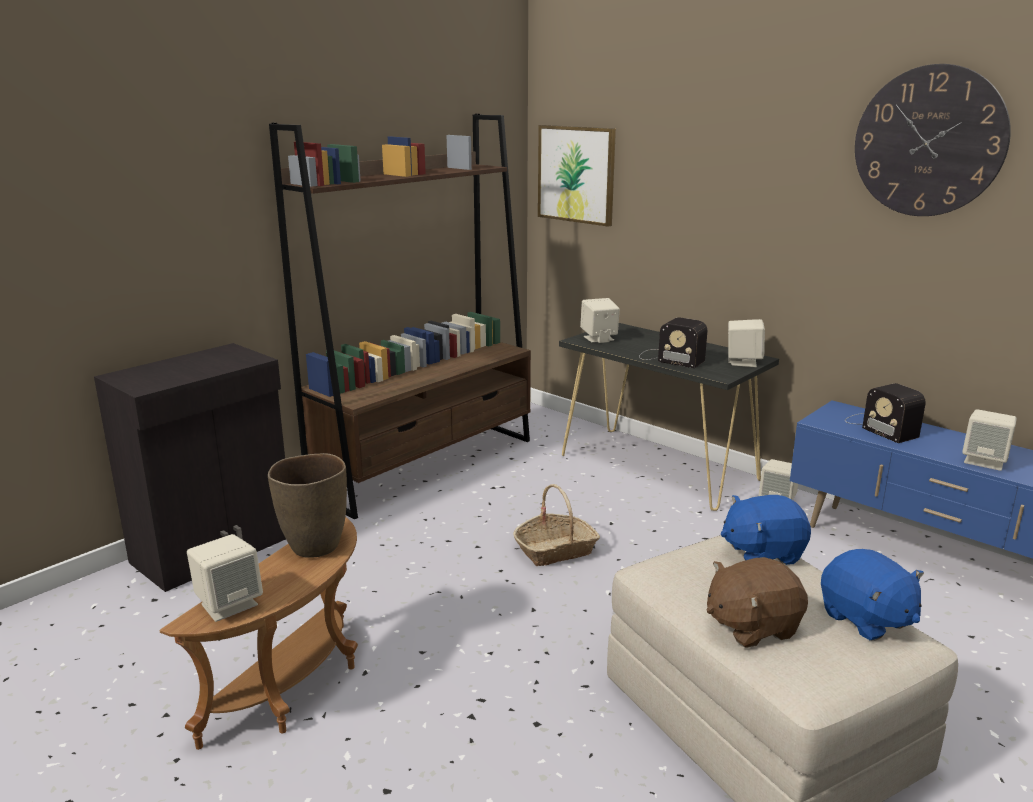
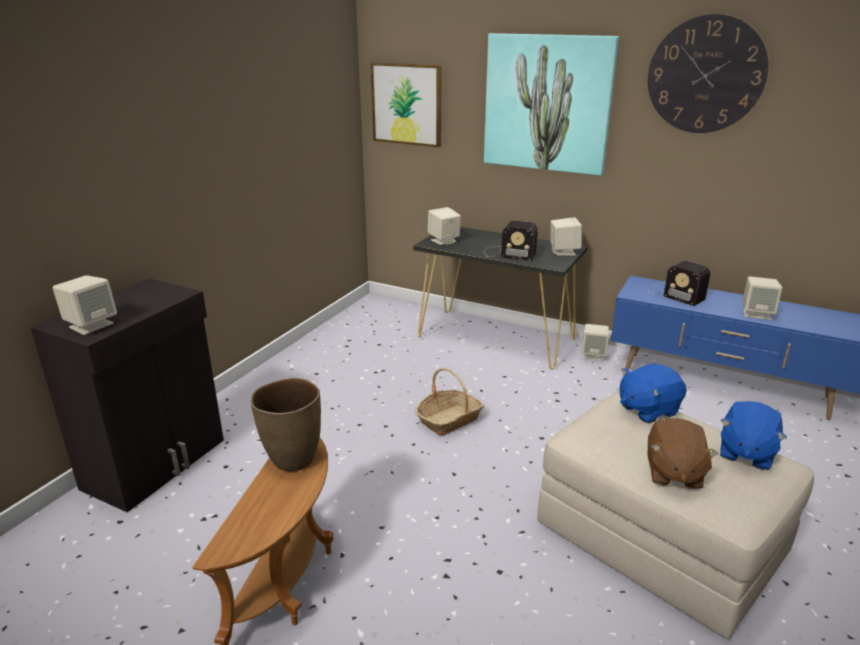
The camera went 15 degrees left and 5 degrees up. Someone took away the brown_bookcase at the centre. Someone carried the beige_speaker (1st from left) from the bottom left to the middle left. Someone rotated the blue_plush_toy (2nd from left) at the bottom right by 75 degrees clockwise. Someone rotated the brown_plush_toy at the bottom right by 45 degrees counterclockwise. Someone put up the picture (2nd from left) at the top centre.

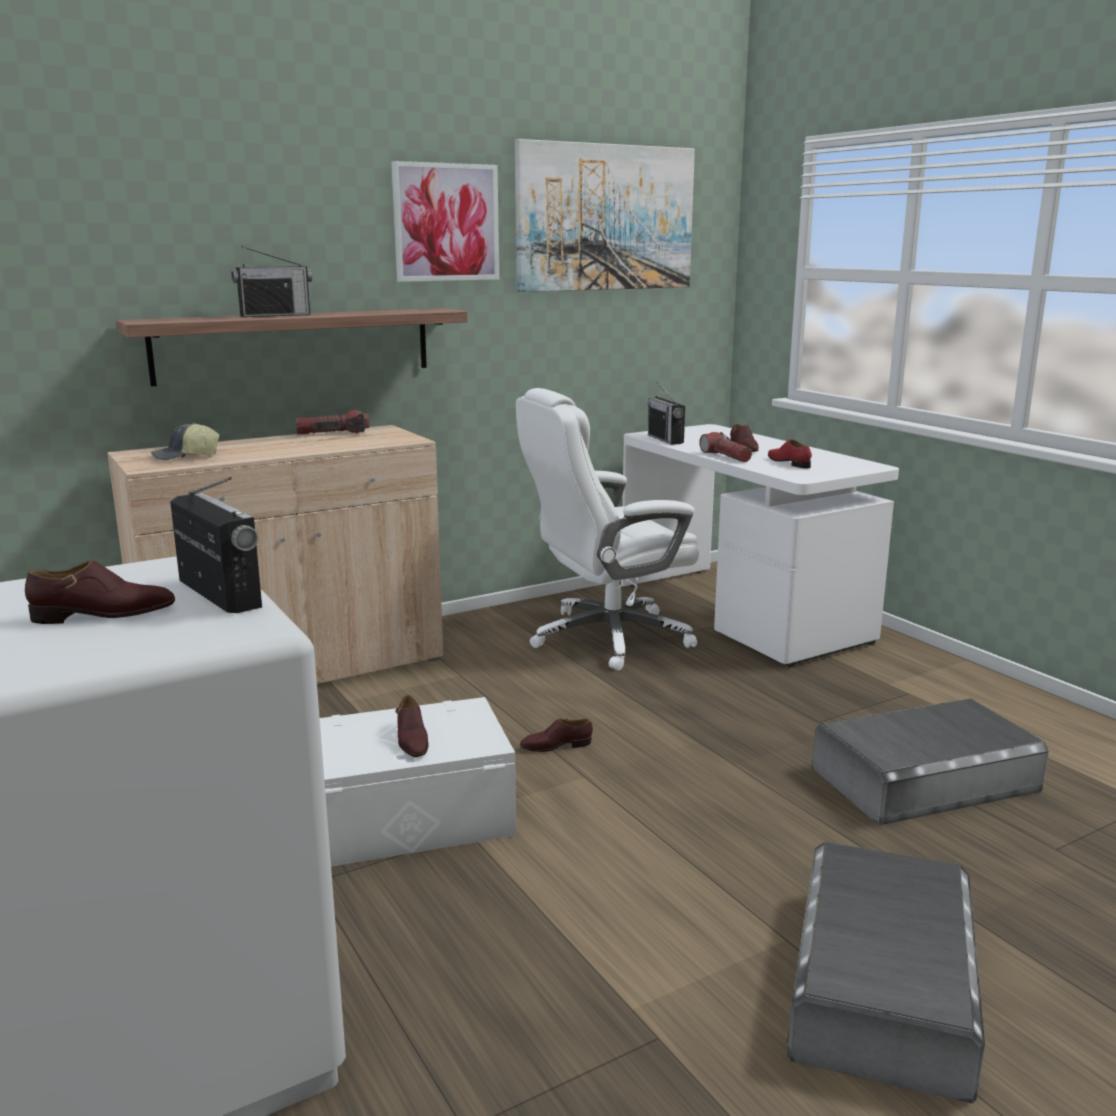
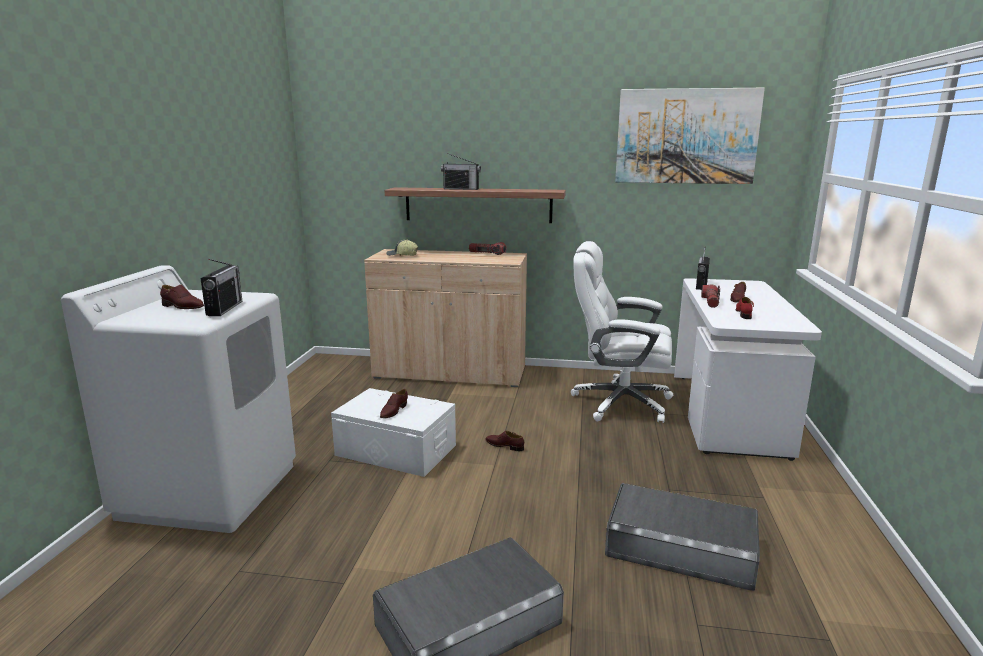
The camera went 40 degrees right and 0 degrees up. Someone took away the picture (1st from left) at the top centre.

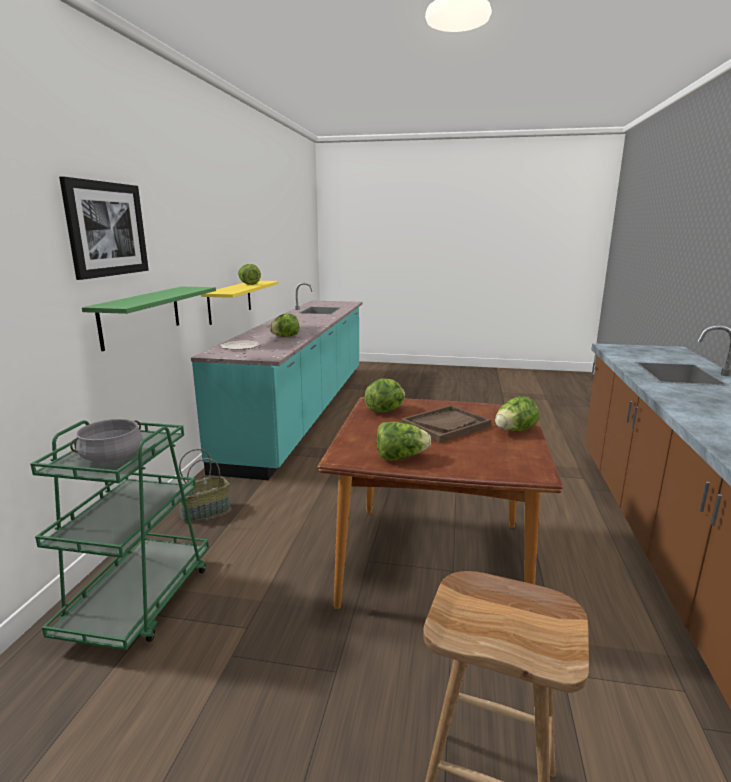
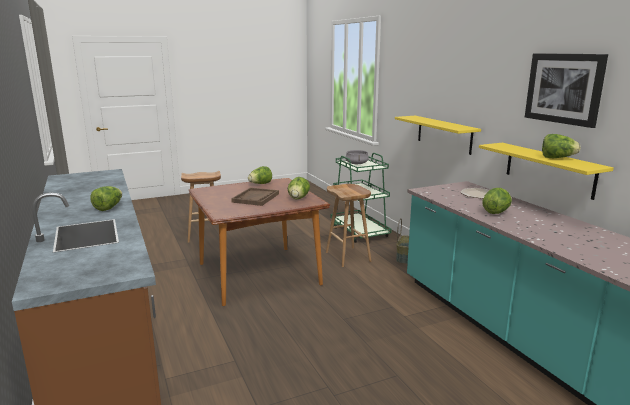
The camera went 145 degrees right and 0 degrees up. Someone carried the picture from the top left to the top right. Someone repainted the green_shelf at the middle left, which became the yellow_shelf (1st from left) at the middle right. Someone carried the lettuce (5th from left in the first image) from the middle right to the middle left. Someone put down the brown_stool (2nd from left) at the centre.

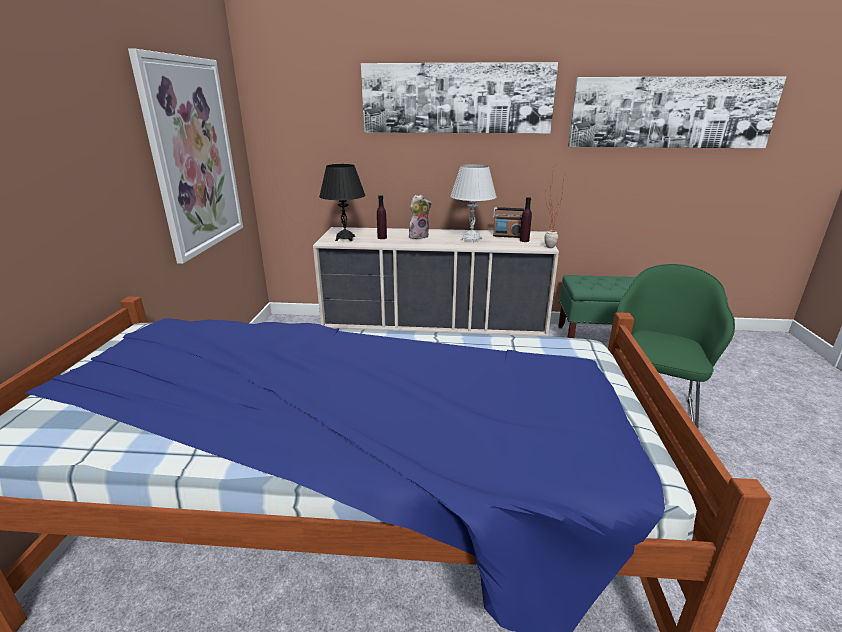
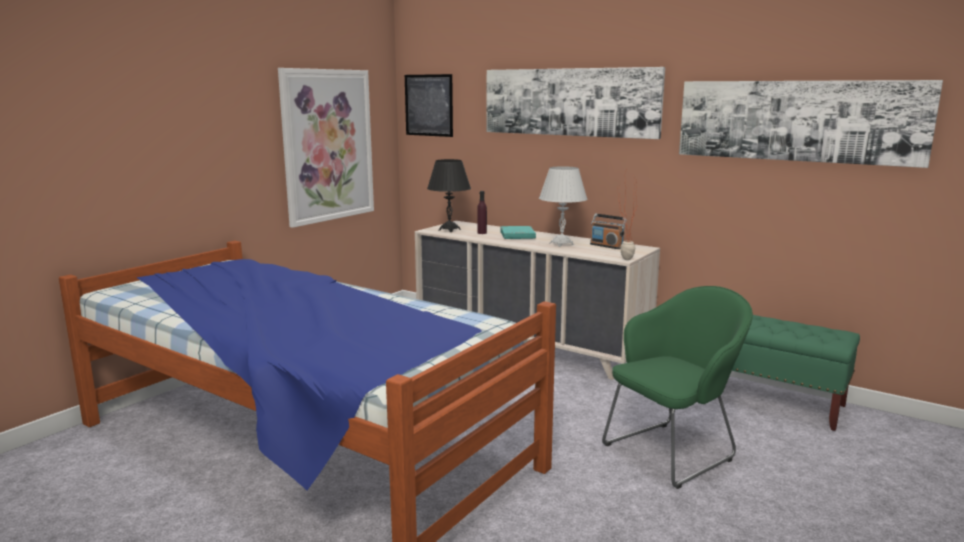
The camera went 30 degrees right and 10 degrees down. Someone swapped the plush_toy at the centre for the turquoise_book at the centre. Someone took away the purple_bottle (2nd from left) at the centre. Someone put up the picture (2nd from left) at the top centre.

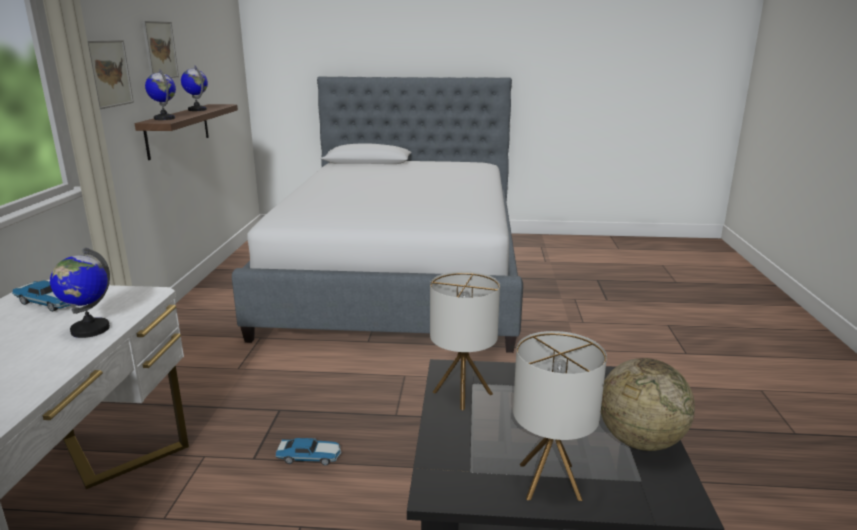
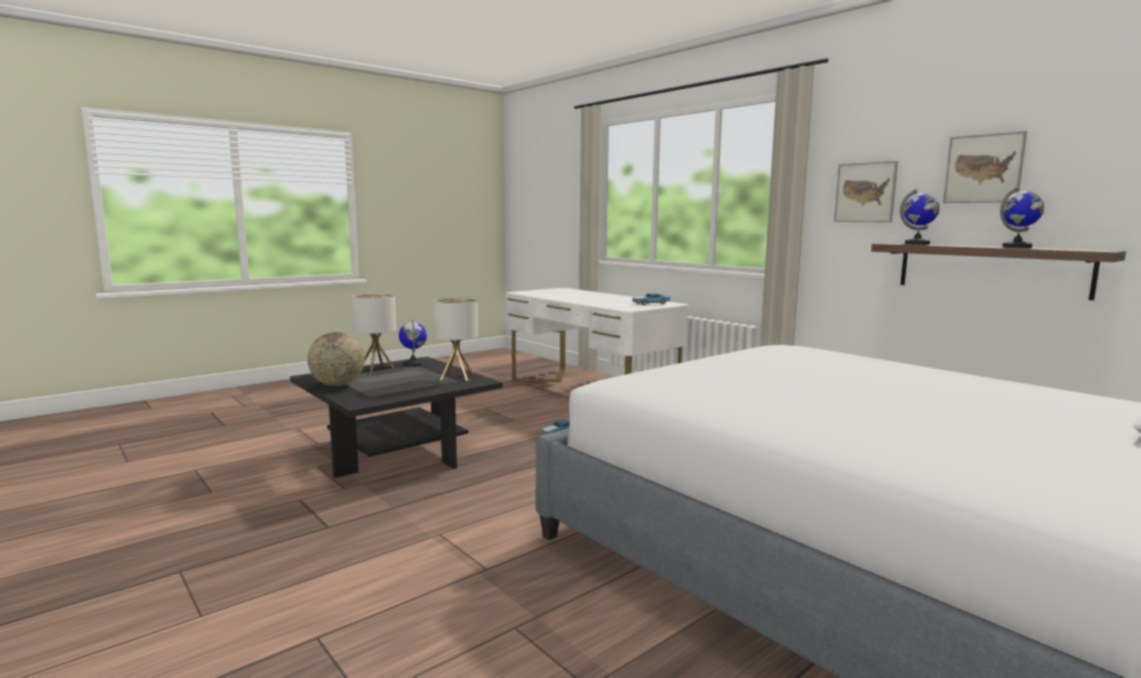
The camera went 135 degrees right and 10 degrees down. Someone carried the globe (1st from left in the first image) from the middle left to the centre.

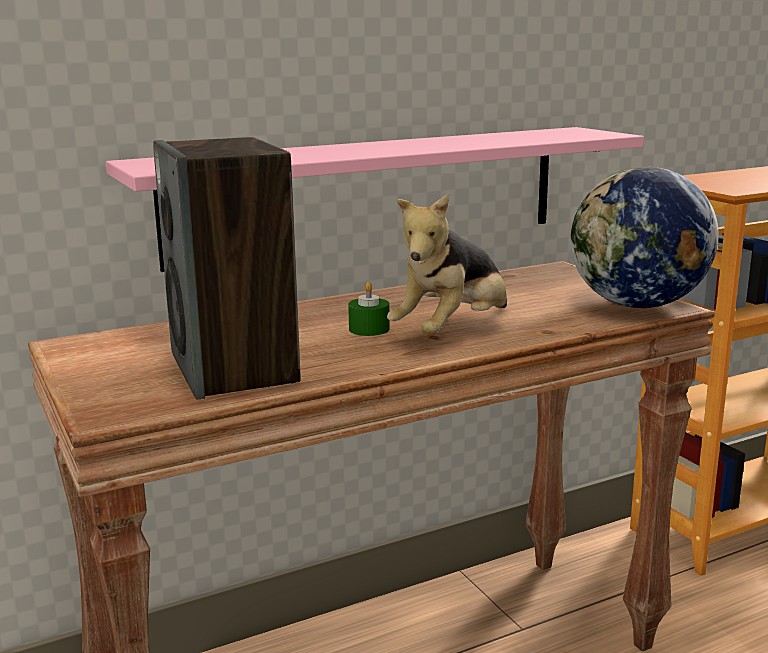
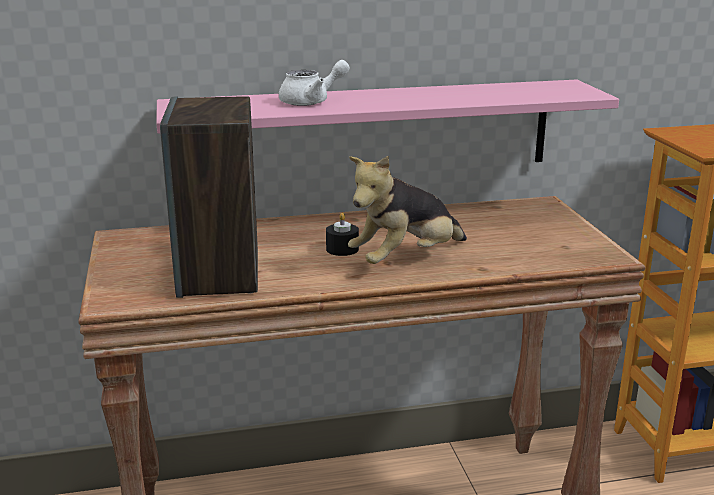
The camera went 15 degrees right and 5 degrees up. Someone took away the globe at the middle right. Someone repainted the green_candle at the centre, which became the black_candle at the centre. Someone put down the white_teapot at the top centre.

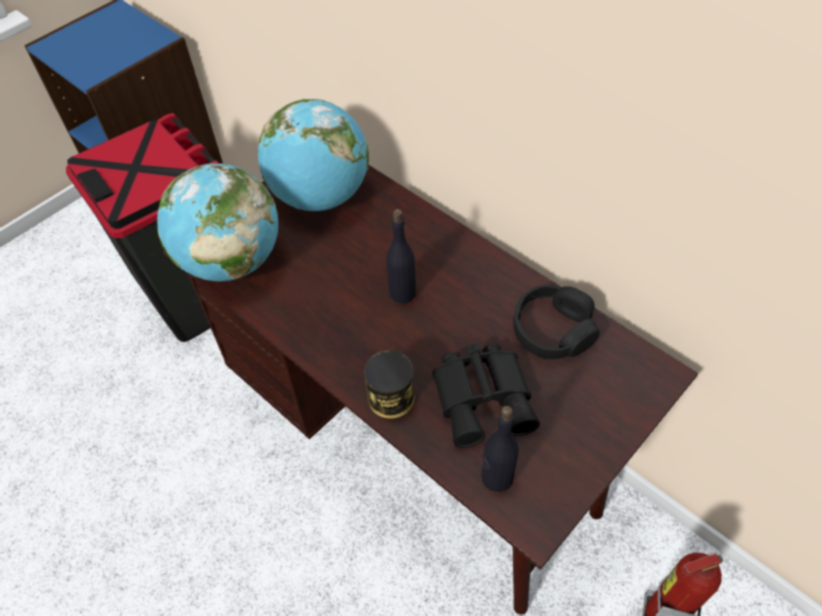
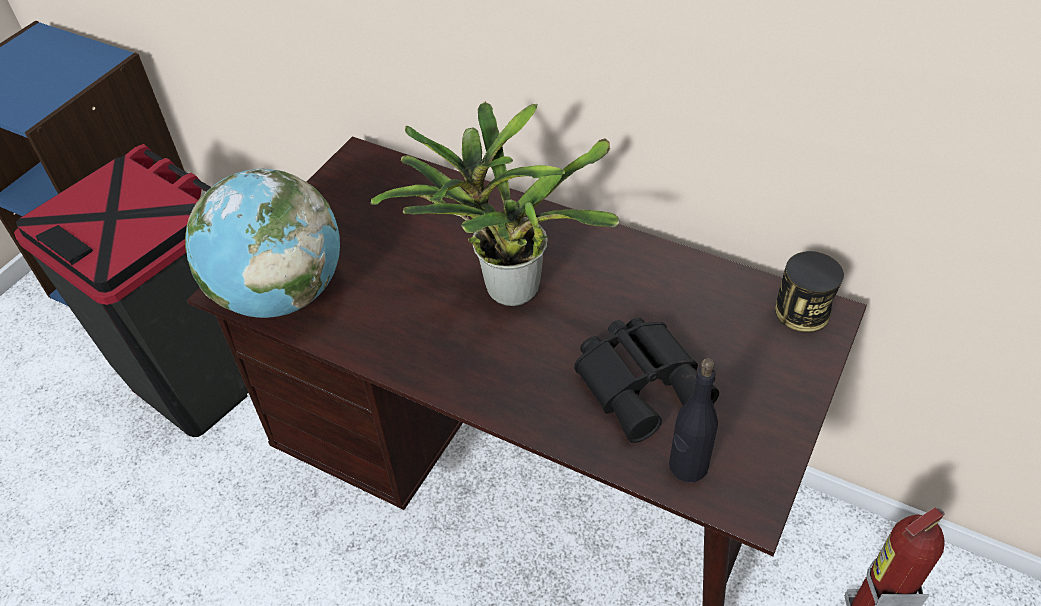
The camera went 15 degrees left and 5 degrees down. Someone took away the globe (2nd from left) at the top centre. Someone swapped the black_bottle (1st from left) at the centre for the potted_plant at the centre. Someone took away the black_headphones at the middle right. Someone carried the can from the centre to the middle right.

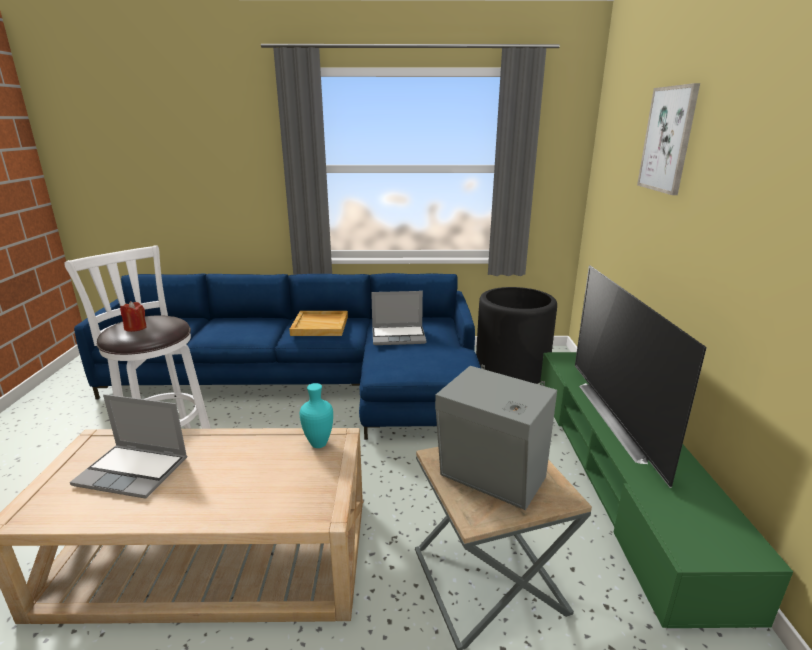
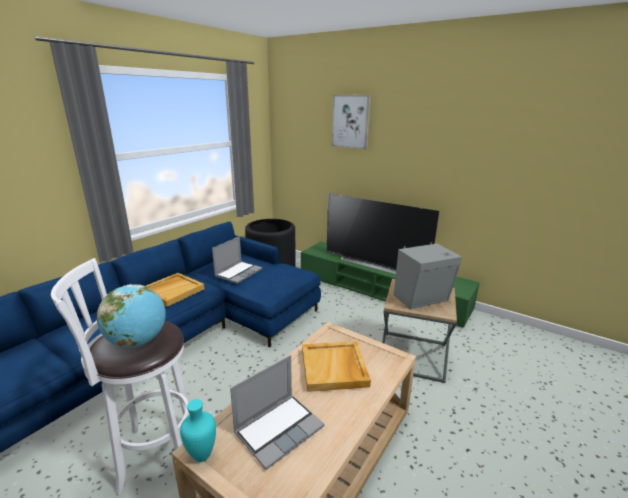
The camera went 55 degrees left and 0 degrees up. Someone swapped the red_candle at the middle left for the globe at the middle left. Someone carried the turquoise_vase from the centre to the bottom left. Someone put down the beige_tray (2nd from left) at the bottom centre.

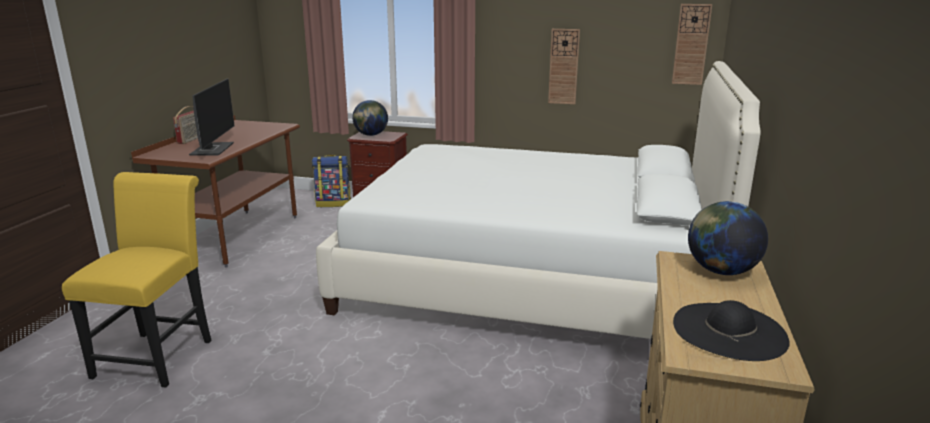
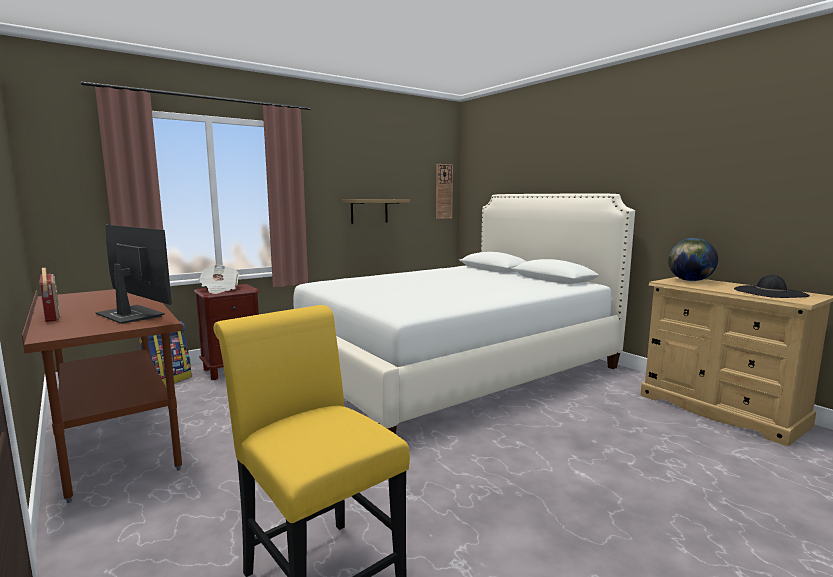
The camera went 50 degrees left and 10 degrees down. Someone swapped the wall_clock (1st from left) at the top centre for the shelf at the centre. Someone swapped the globe (1st from left) at the top centre for the newspaper at the middle left.

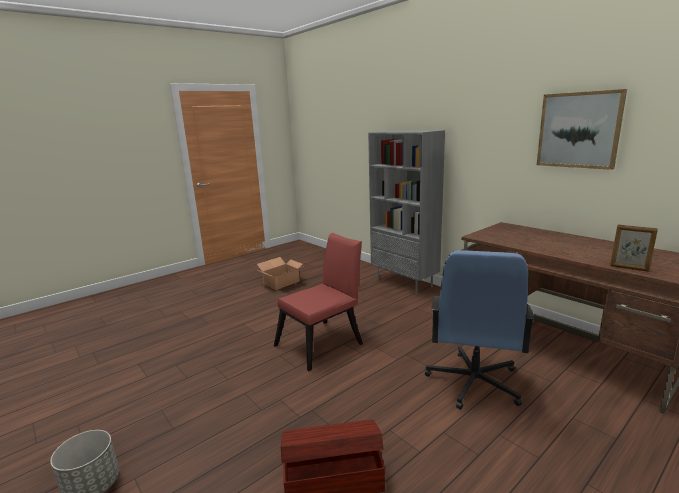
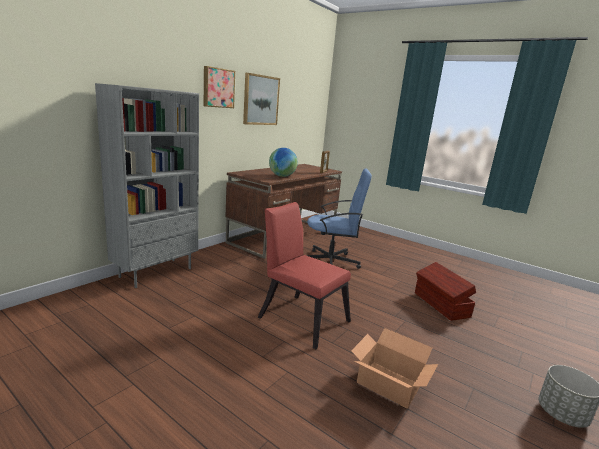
The camera went 105 degrees left and 0 degrees up. Someone carried the cardboard_box from the centre to the bottom centre. Someone put up the picture (1st from left) at the top centre. Someone put down the globe at the centre.

